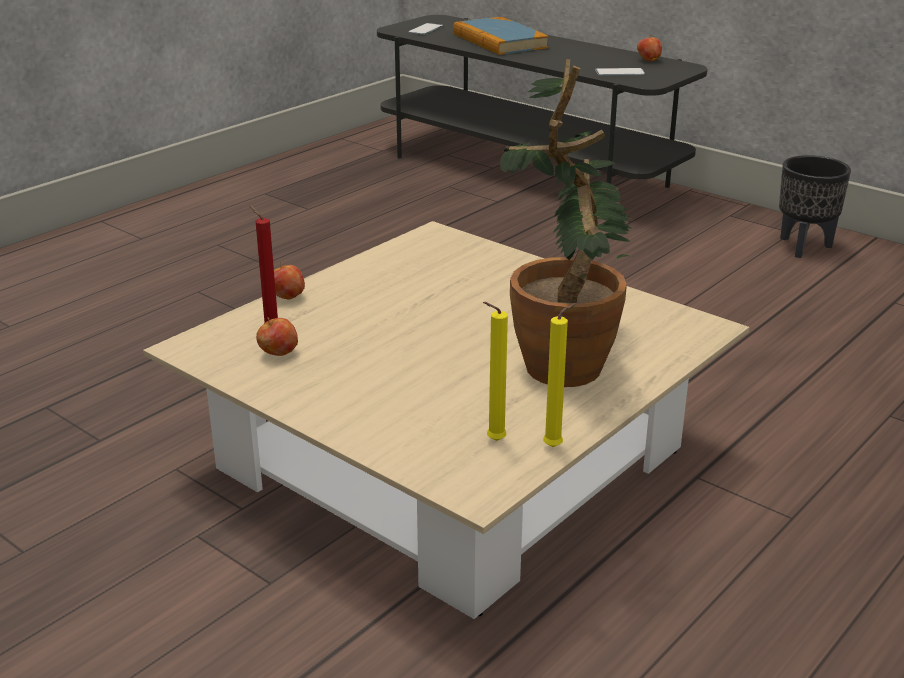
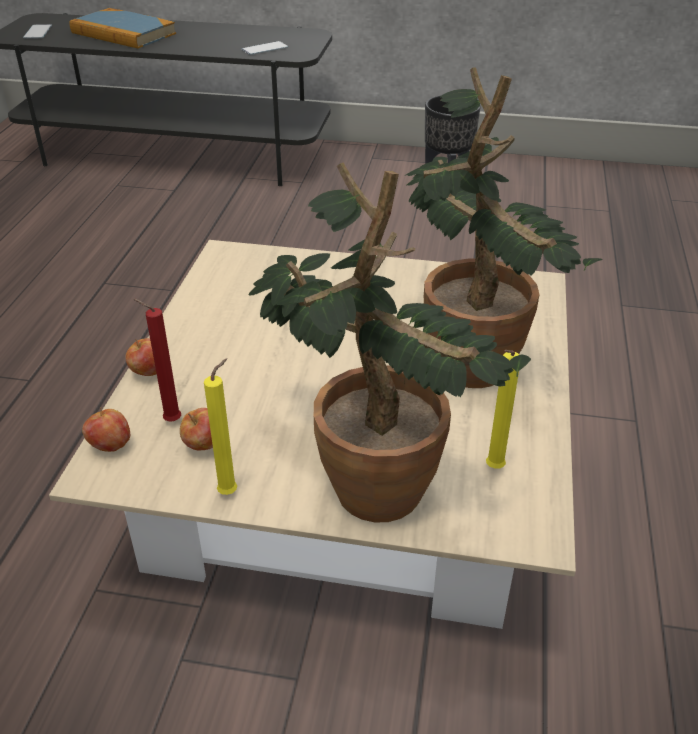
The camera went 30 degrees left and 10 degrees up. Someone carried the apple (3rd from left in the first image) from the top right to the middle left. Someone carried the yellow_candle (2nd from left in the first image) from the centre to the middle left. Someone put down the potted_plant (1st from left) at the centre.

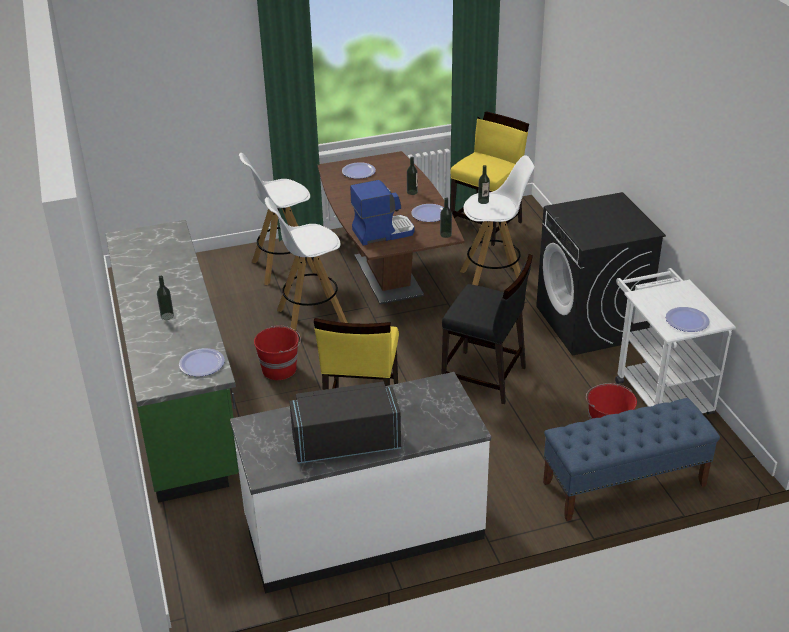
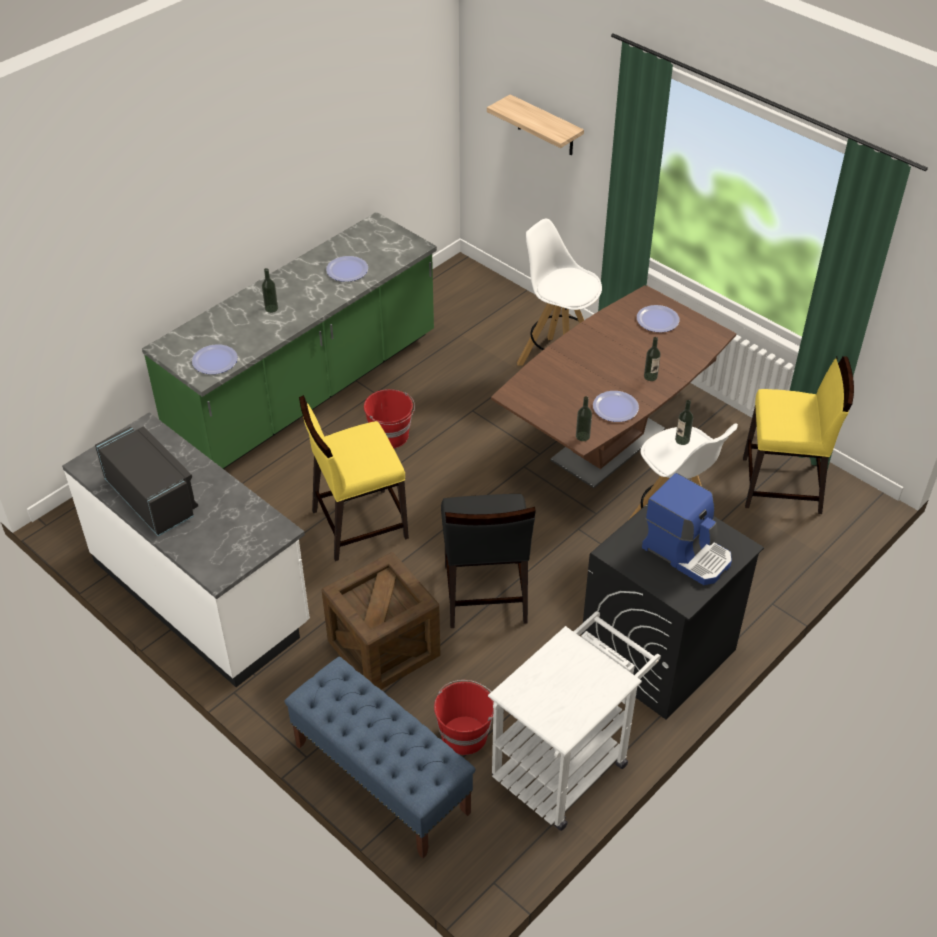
The camera went 60 degrees right and 10 degrees up. Someone carried the coffee_machine from the centre to the middle right. Someone took away the white_stool (2nd from left) at the centre. Someone carried the plate (4th from left in the first image) from the middle right to the top centre. Someone put up the shelf at the top centre. Someone put down the crate at the centre.

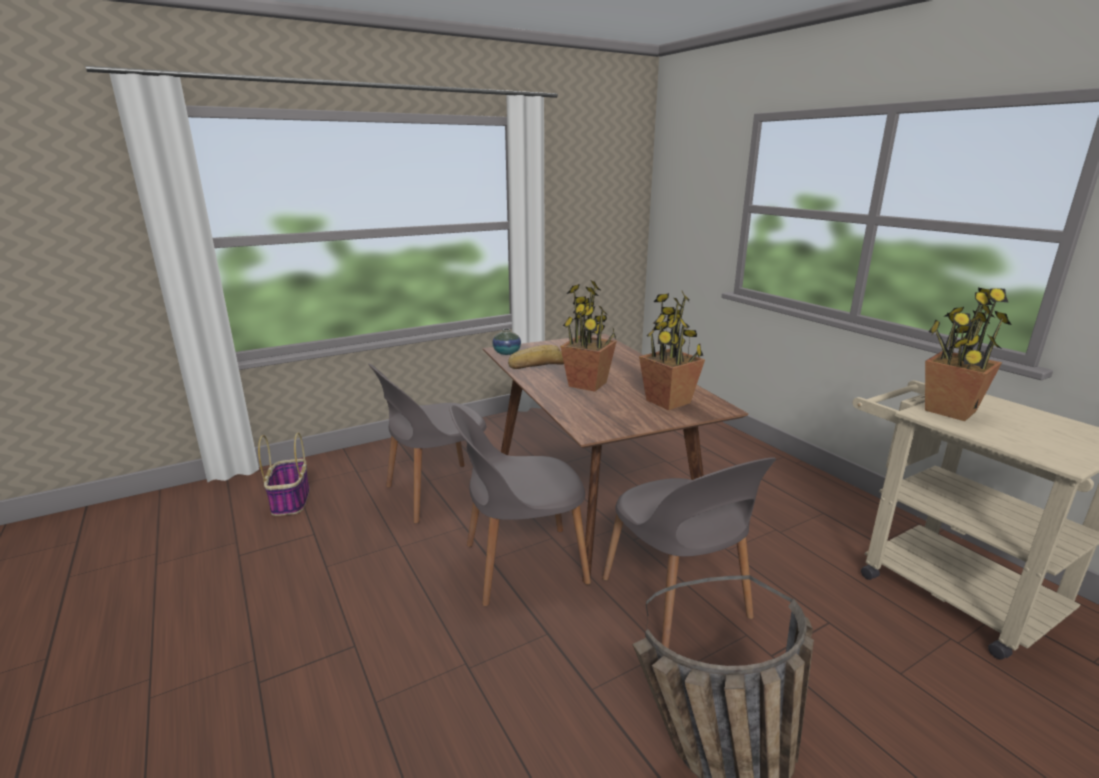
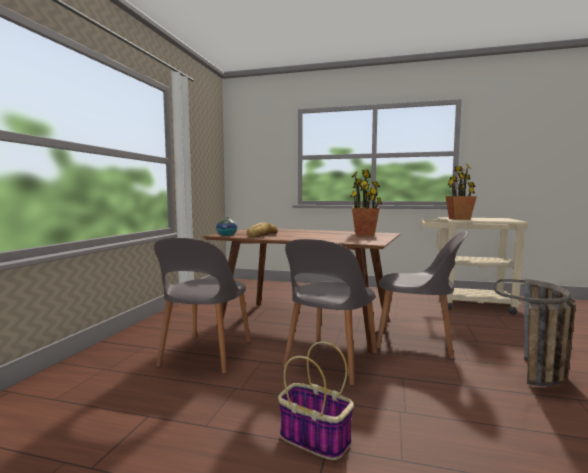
The camera went 45 degrees left and 15 degrees down. Someone took away the potted_plant (1st from left) at the centre. Someone carried the basket (1st from left) from the middle left to the bottom centre.

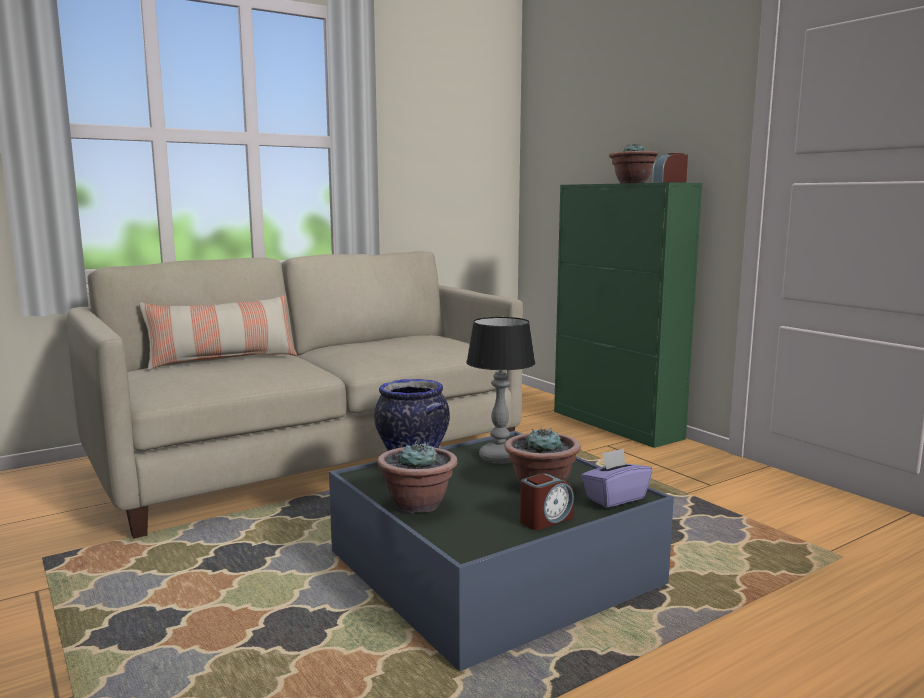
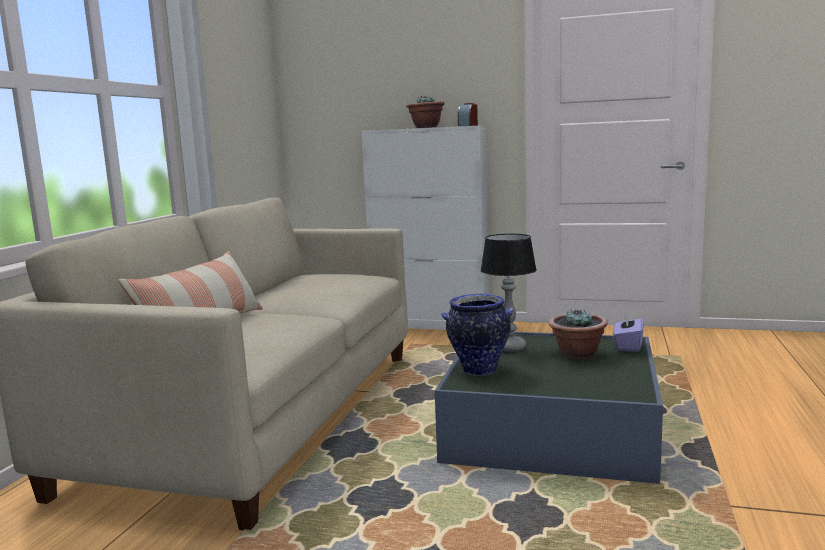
The camera went 40 degrees left and 0 degrees up. Someone repainted the green_cabinet at the middle right, which became the white_cabinet at the centre. Someone took away the potted_plant (1st from left) at the bottom centre. Someone took away the alarm_clock (1st from left) at the bottom centre.

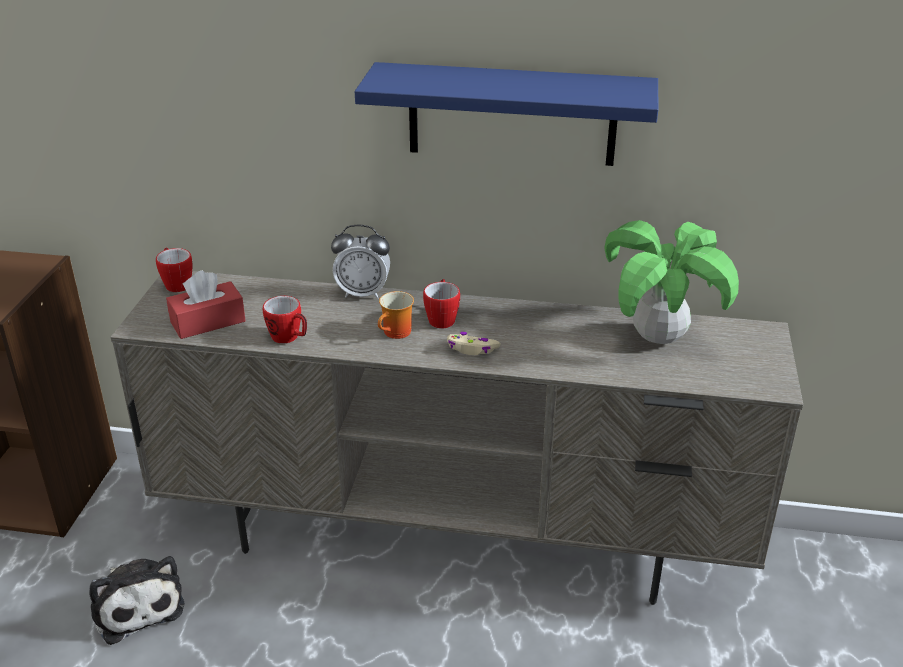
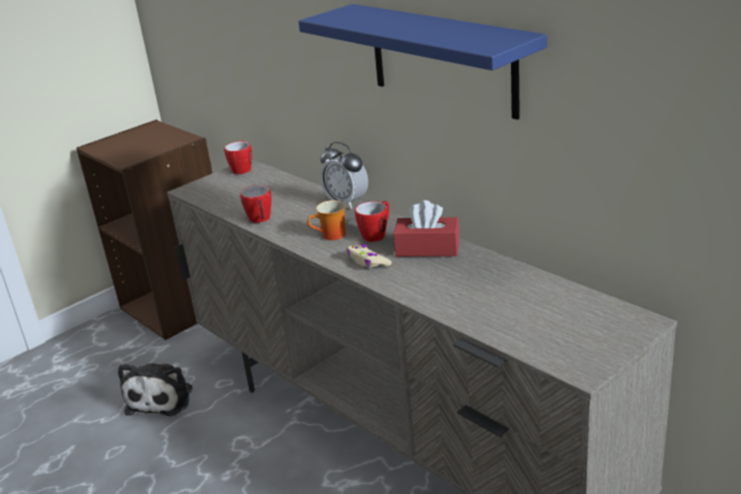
The camera went 40 degrees right and 5 degrees down. Someone took away the potted_plant at the middle right. Someone carried the red_tissue_box from the middle left to the centre.

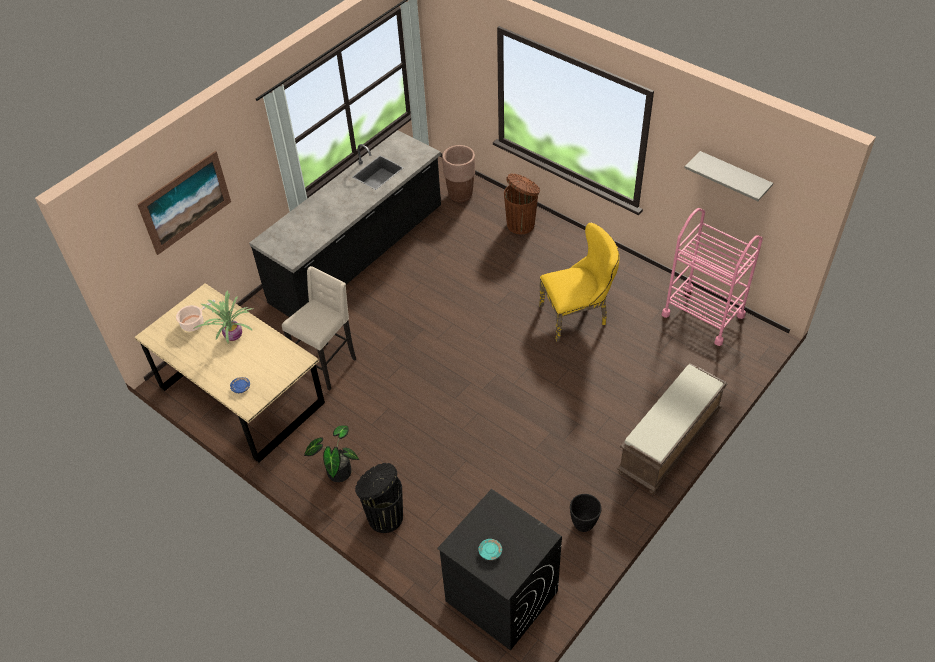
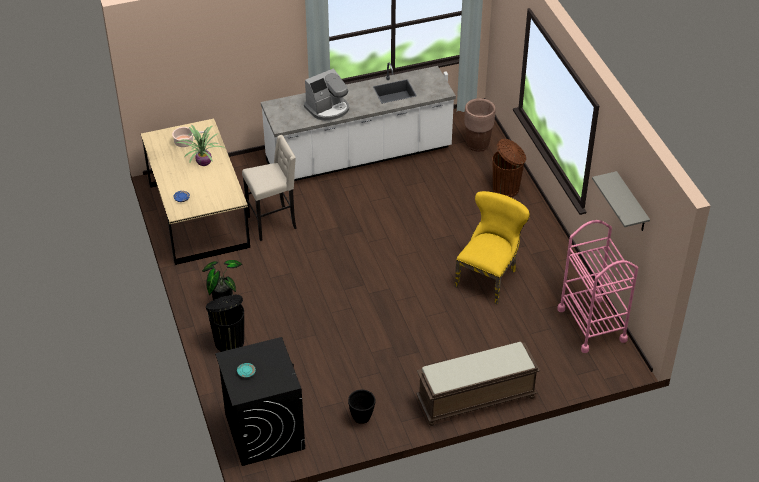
The camera went 30 degrees right and 5 degrees down. Someone repainted the black_counter at the centre, which became the white_counter at the top centre. Someone took away the picture at the top left. Someone rotated the yellow_chair at the centre by 75 degrees counterclockwise. Someone put down the coffee_machine at the top centre.

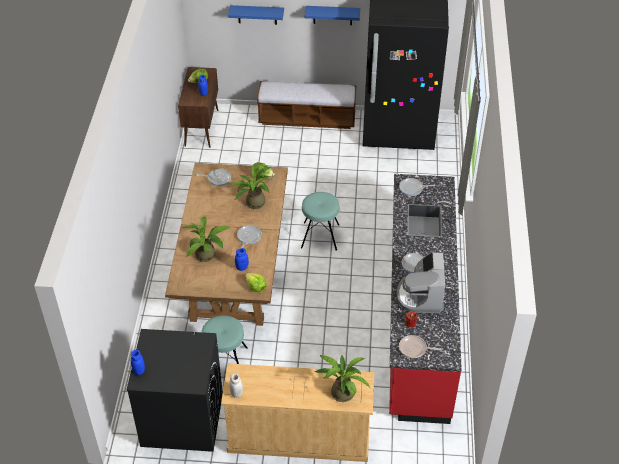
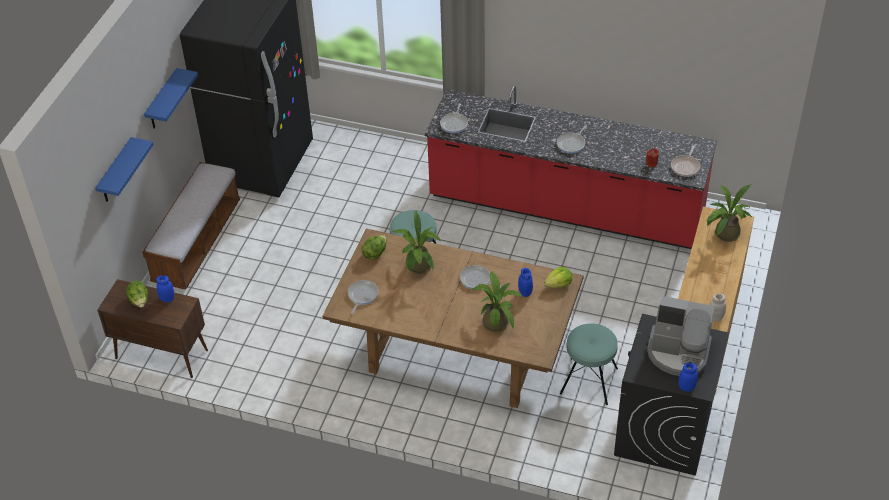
The camera went 75 degrees left and 0 degrees up. Someone carried the coffee_machine from the middle right to the bottom right.

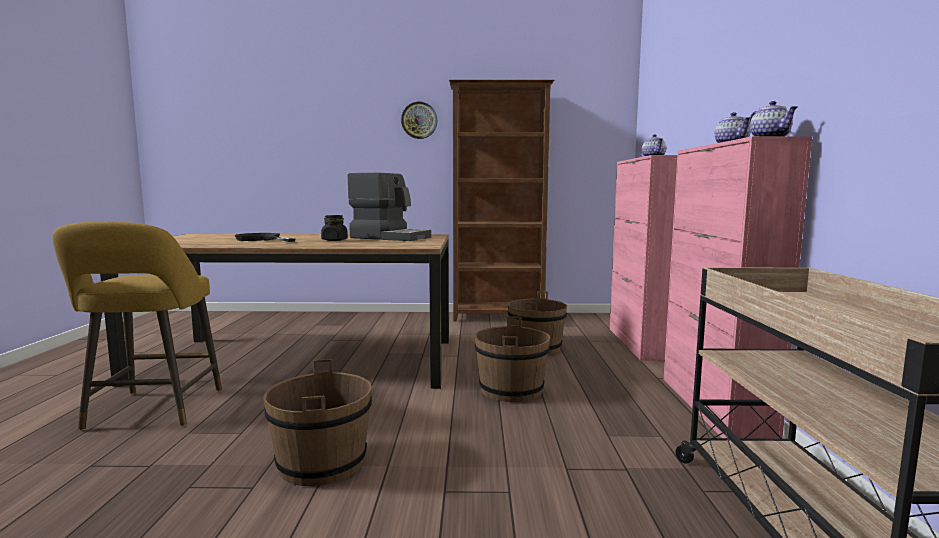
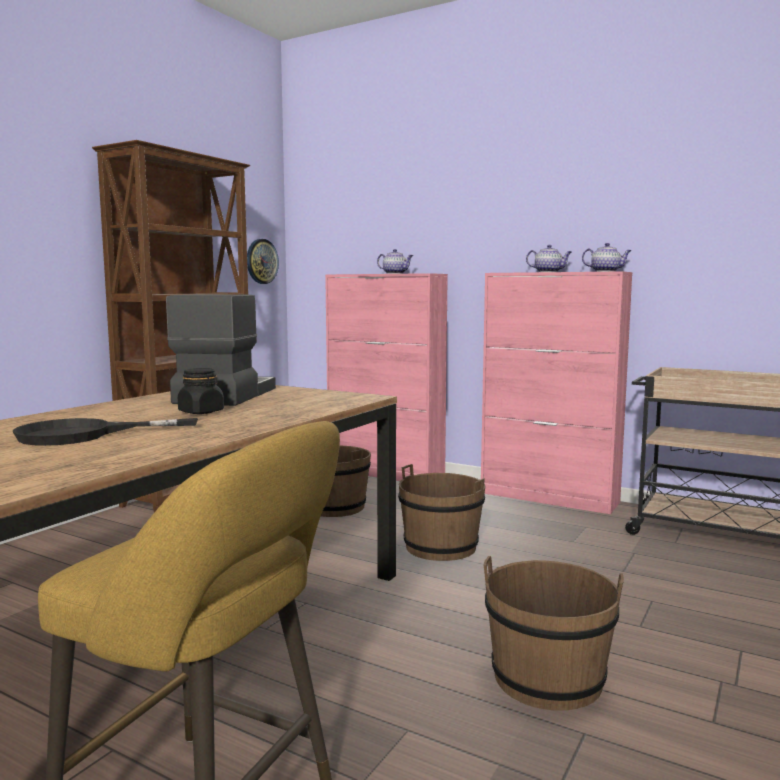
The camera went 60 degrees left and 0 degrees up. Someone carried the wall_clock from the top centre to the centre. Someone rotated the coffee_machine at the centre by 45 degrees counterclockwise.

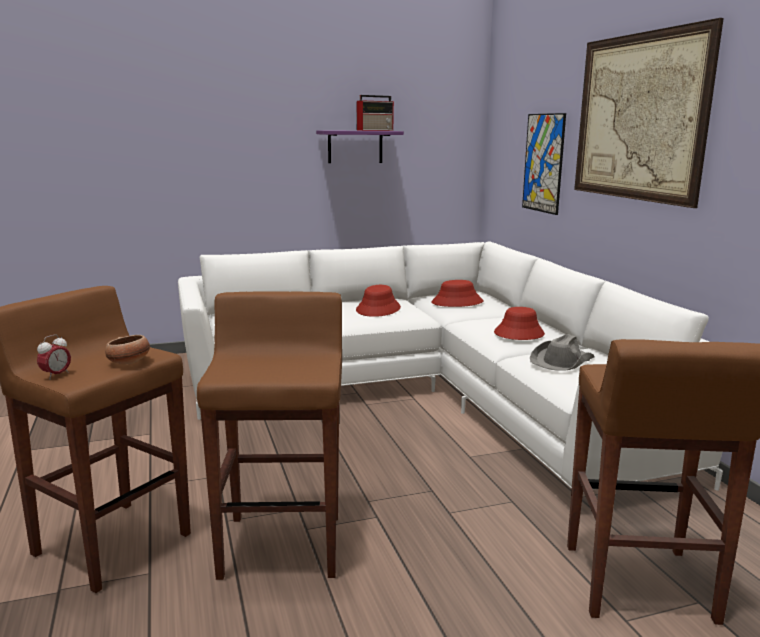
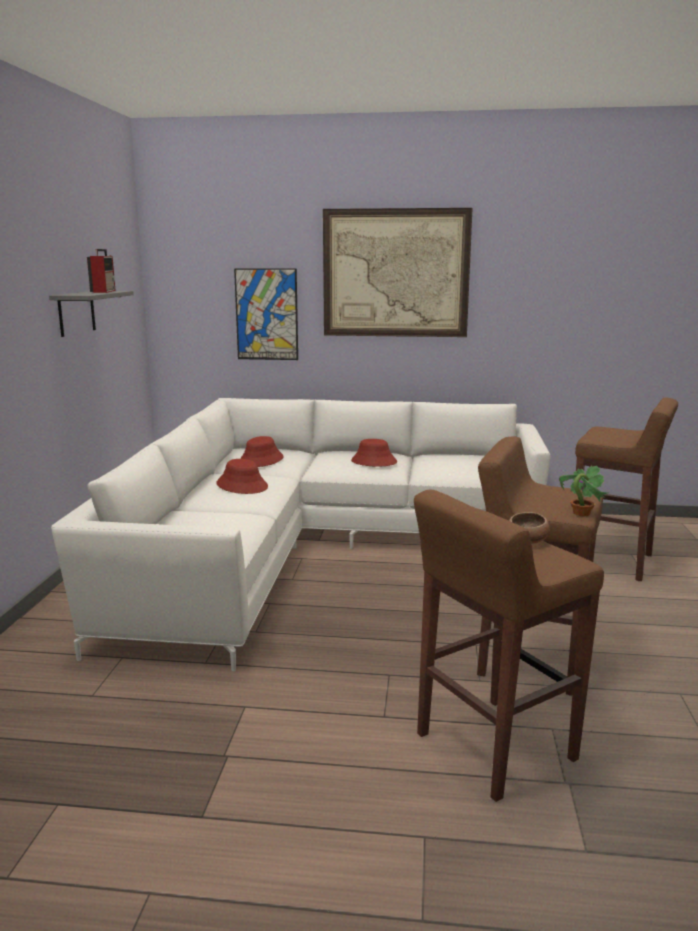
The camera went 65 degrees left and 0 degrees up. Someone repainted the purple_shelf at the top centre, which became the grey_shelf at the middle left. Someone took away the alarm_clock at the middle left. Someone took away the grey_hat at the middle right. Someone put down the potted_plant at the middle right.

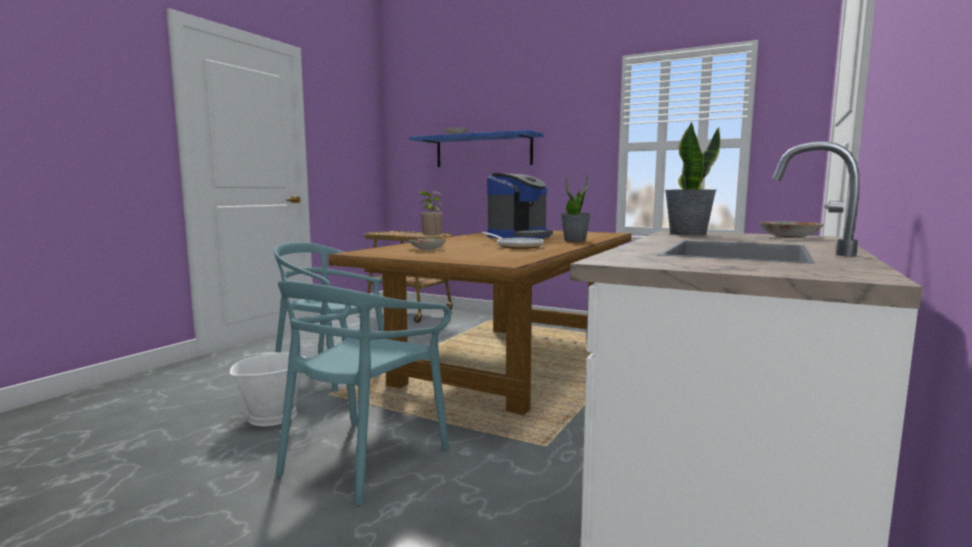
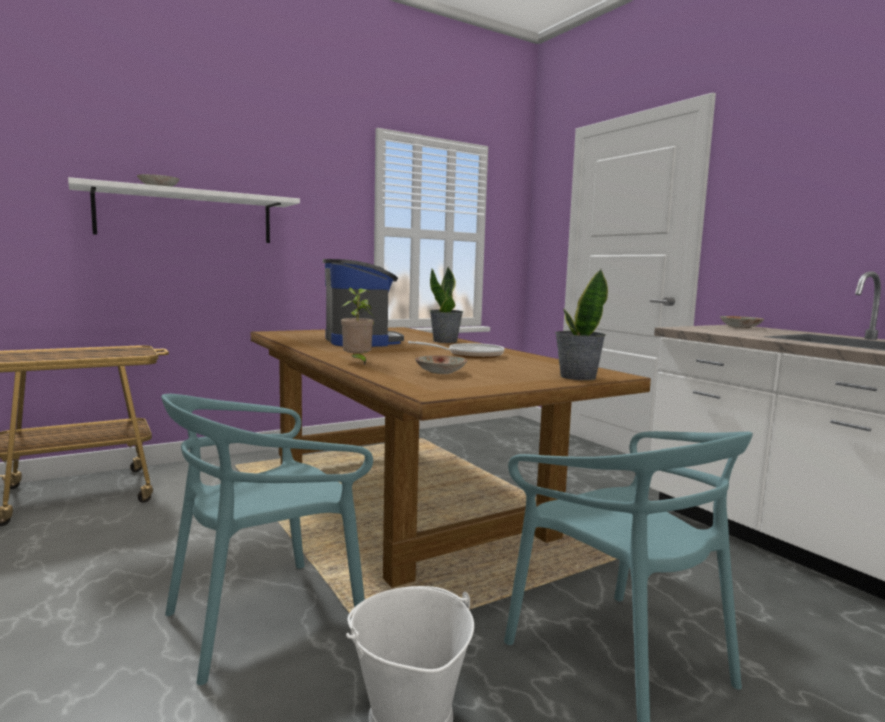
The camera went 60 degrees left and 0 degrees up. Someone carried the potted_plant (3rd from left) from the top right to the centre. Someone repainted the blue_shelf at the top centre, which became the white_shelf at the top left.

